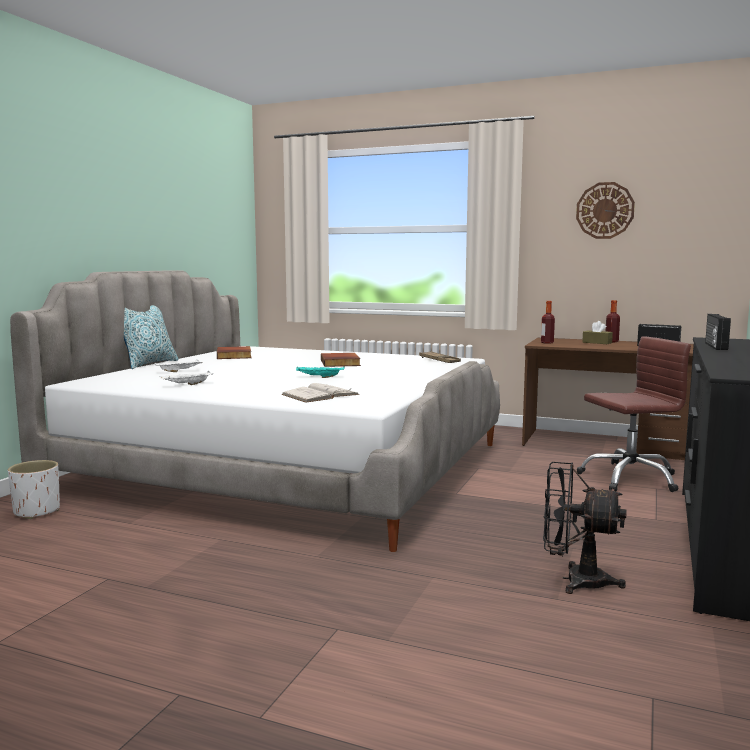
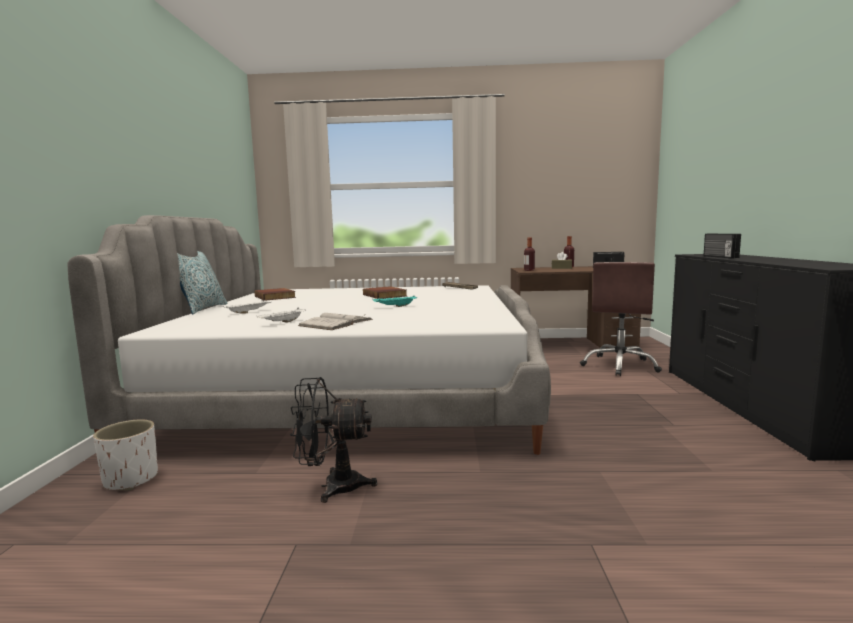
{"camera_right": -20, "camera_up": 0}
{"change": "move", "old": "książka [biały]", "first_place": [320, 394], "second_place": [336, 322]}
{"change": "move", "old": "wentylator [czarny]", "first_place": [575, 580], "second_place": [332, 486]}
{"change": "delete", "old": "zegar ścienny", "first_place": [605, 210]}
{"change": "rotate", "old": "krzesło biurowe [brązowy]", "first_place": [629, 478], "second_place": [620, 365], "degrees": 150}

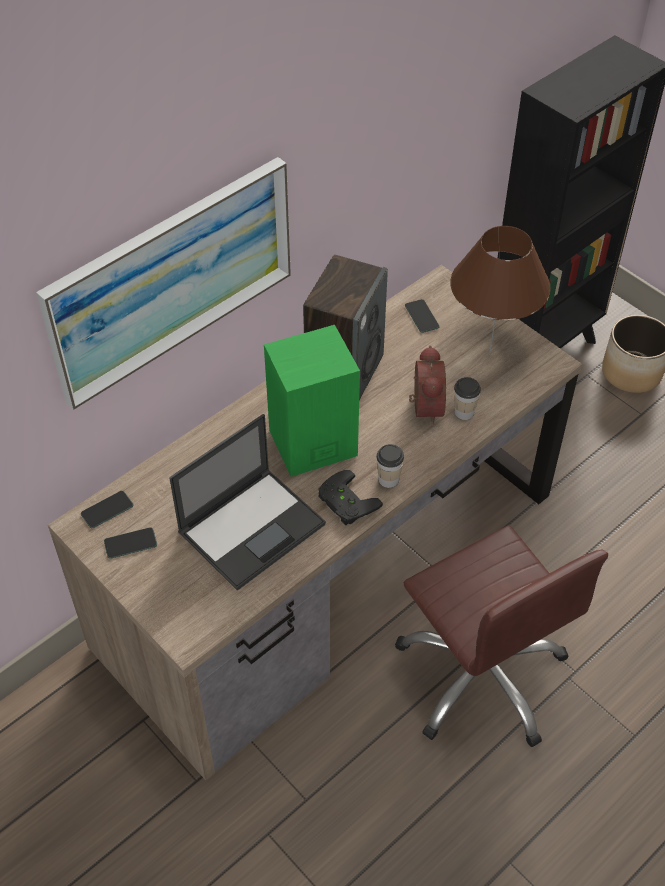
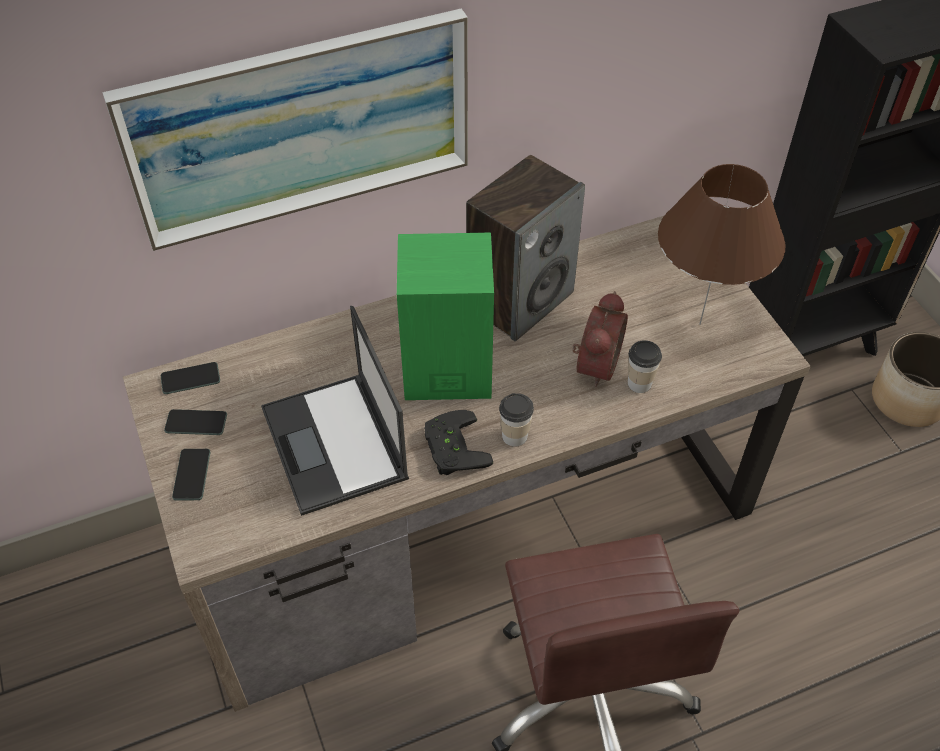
{"camera_right": 20, "camera_up": 0}
{"change": "rotate", "old": "laptop", "first_place": [253, 527], "second_place": [335, 445], "degrees": 90}
{"change": "move", "old": "telefon", "first_place": [422, 316], "second_place": [192, 475]}

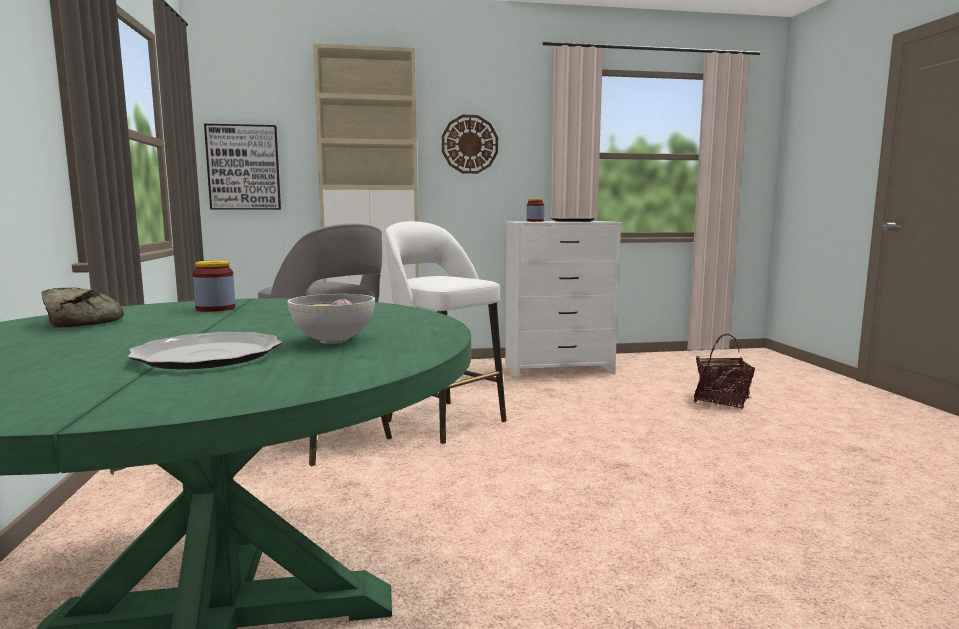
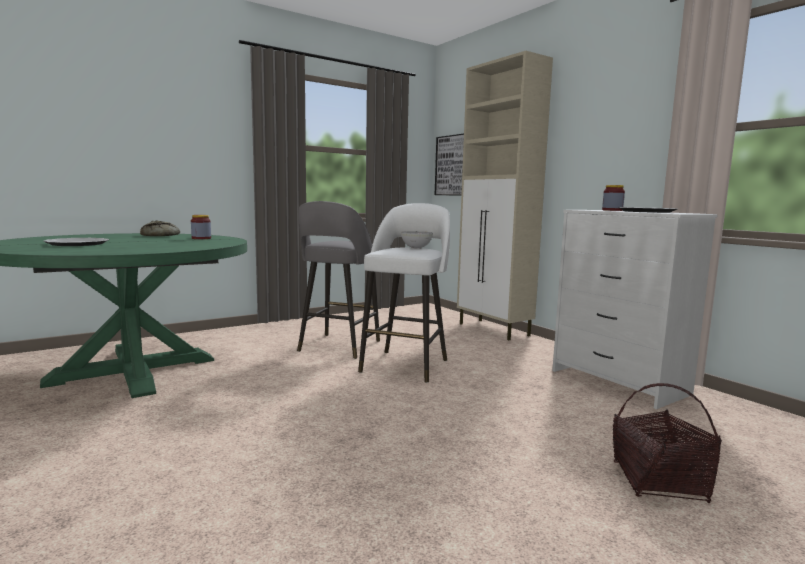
{"camera_right": 65, "camera_up": 0}
{"change": "move", "old": "miska", "first_place": [333, 341], "second_place": [416, 248]}
{"change": "delete", "old": "zegar ścienny", "first_place": [469, 144]}

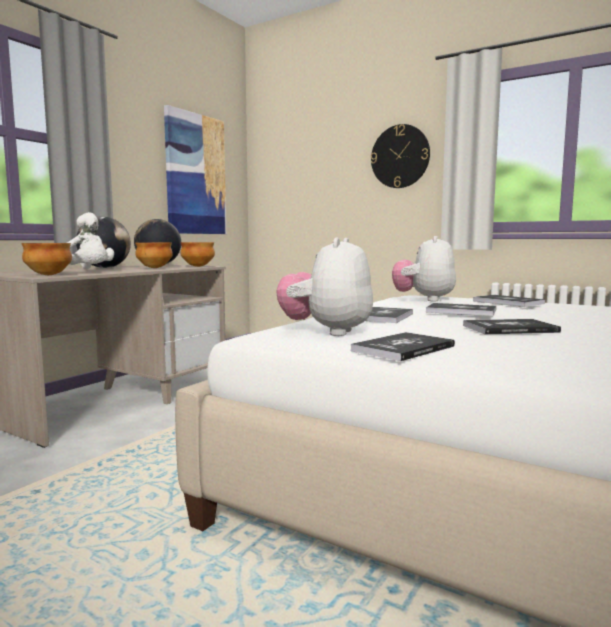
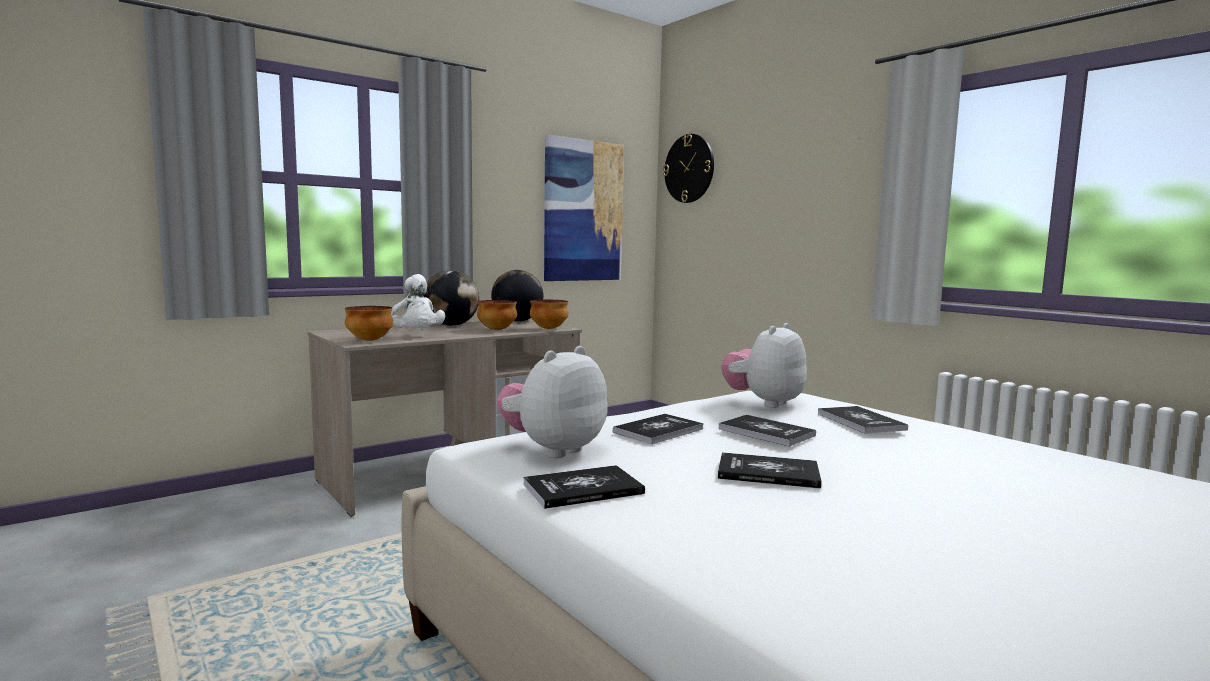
{"camera_right": 20, "camera_up": 0}
{"change": "move", "old": "zegar ścienny", "first_place": [400, 156], "second_place": [689, 168]}

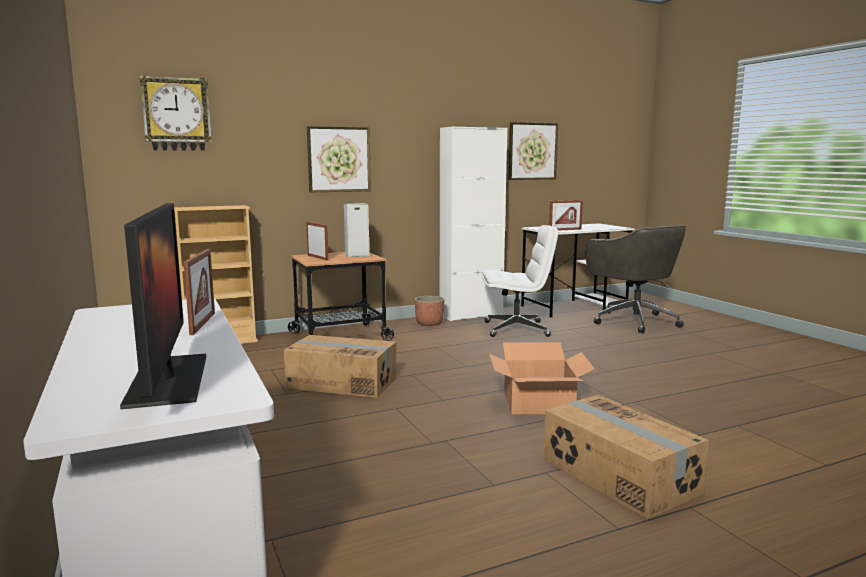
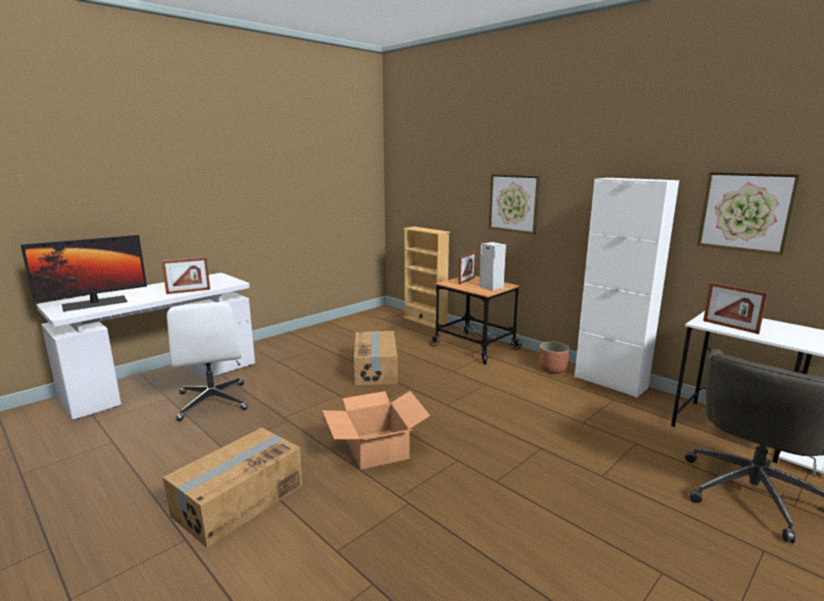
{"camera_right": 70, "camera_up": 5}
{"change": "delete", "old": "zegar ścienny", "first_place": [176, 114]}
{"change": "move", "old": "krzesło biurowe [biały]", "first_place": [517, 329], "second_place": [213, 402]}

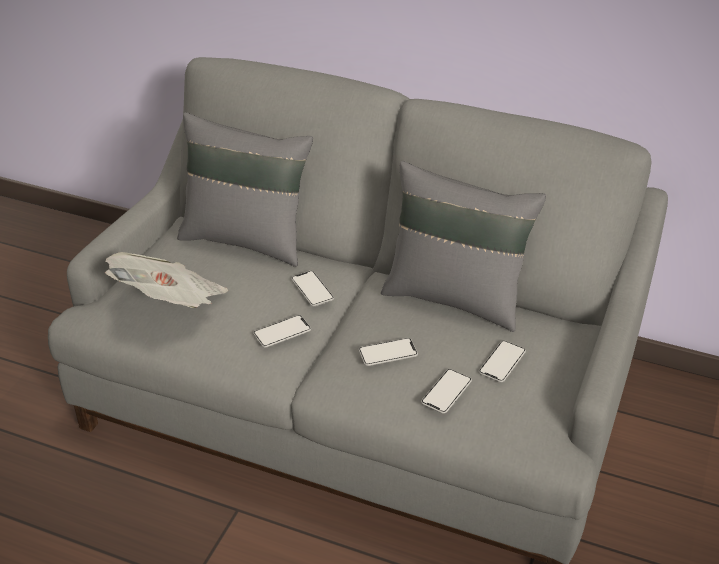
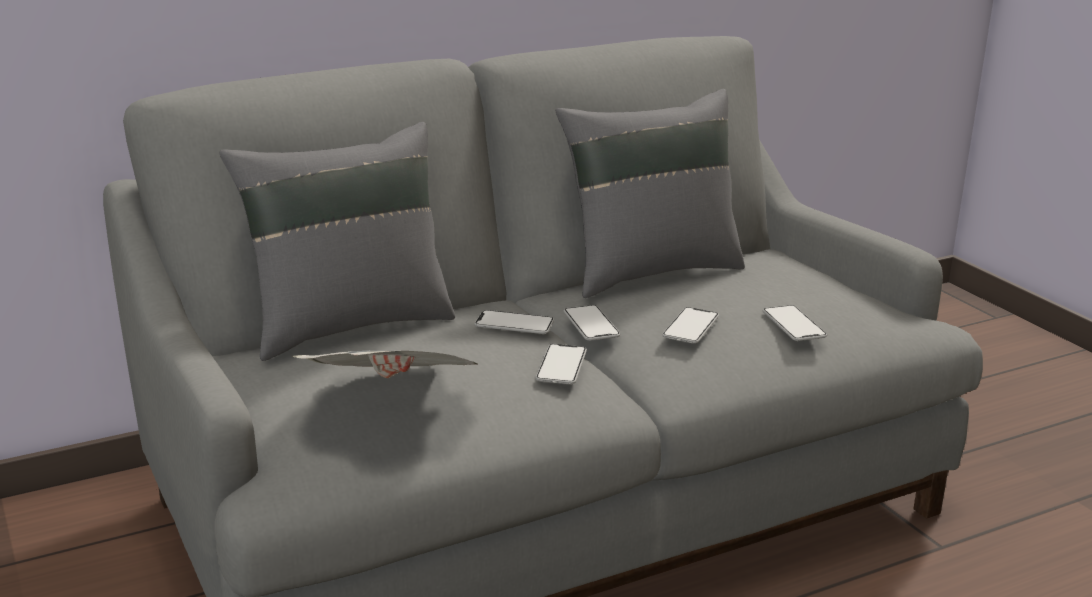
{"camera_right": -50, "camera_up": -15}
{"change": "move", "old": "telefon", "first_place": [502, 362], "second_place": [591, 324]}

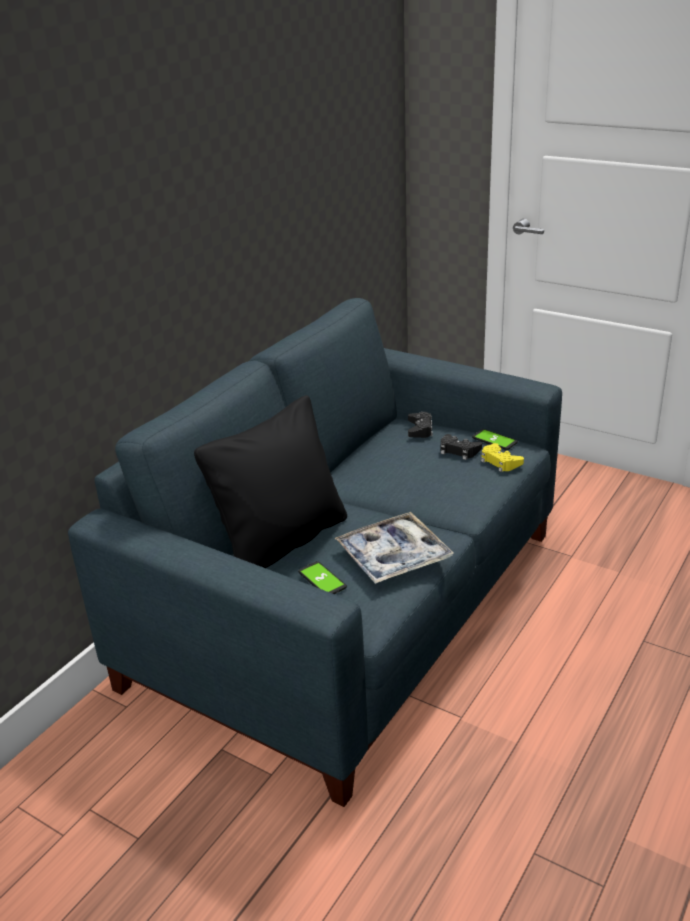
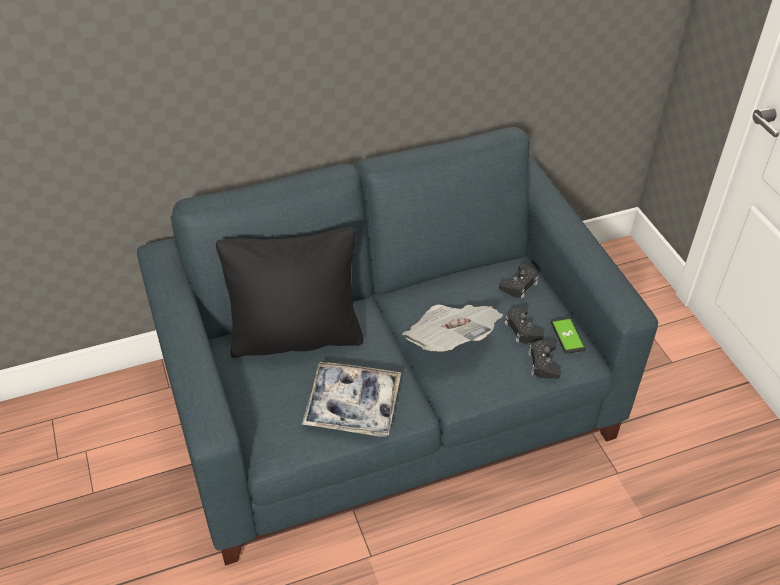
{"camera_right": 35, "camera_up": 15}
{"change": "delete", "old": "telefon", "first_place": [322, 580]}
{"change": "recolor", "old": "pad do gier [żółty]", "new": "pad do gier [czarny]", "first_place": [500, 462], "second_place": [543, 363]}
{"change": "insert", "new": "gazeta", "second_place": [449, 341]}

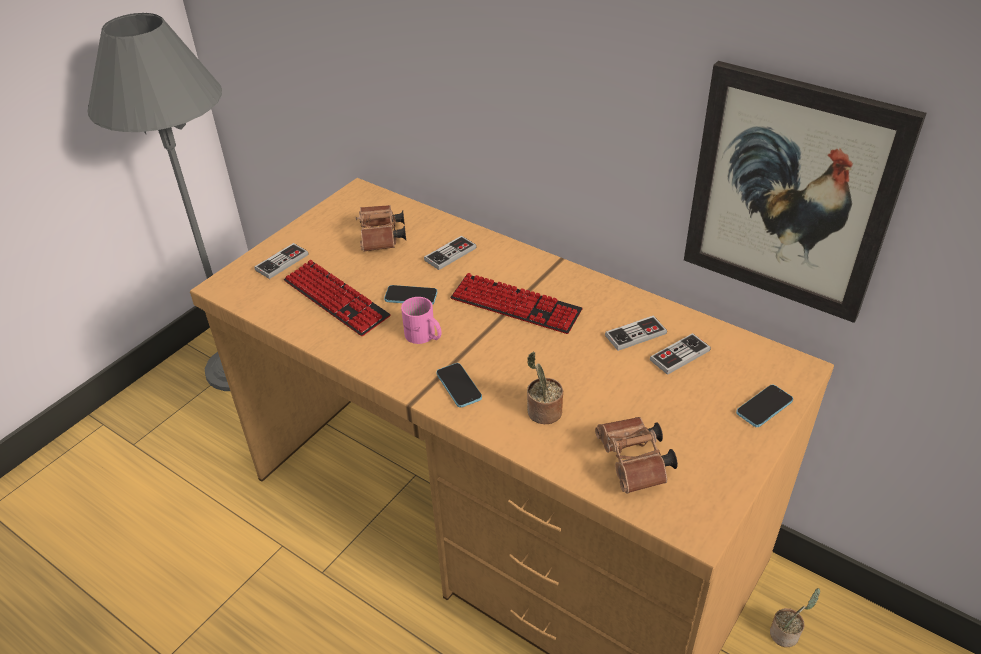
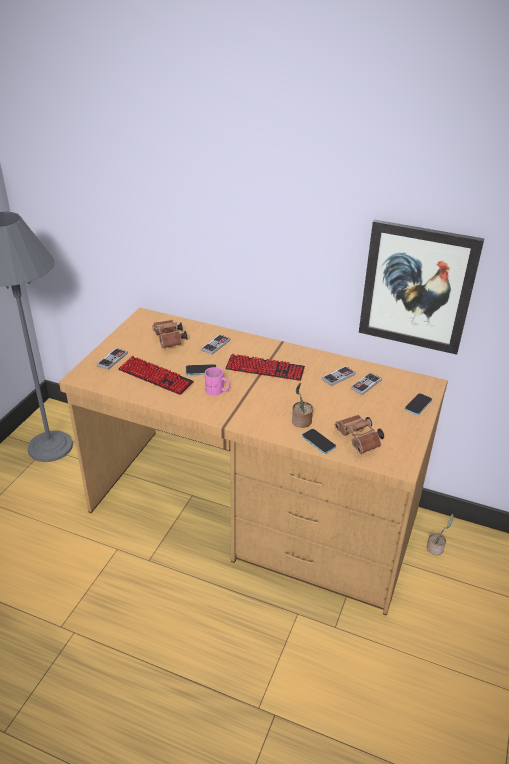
{"camera_right": -15, "camera_up": -5}
{"change": "move", "old": "telefon", "first_place": [459, 386], "second_place": [318, 442]}

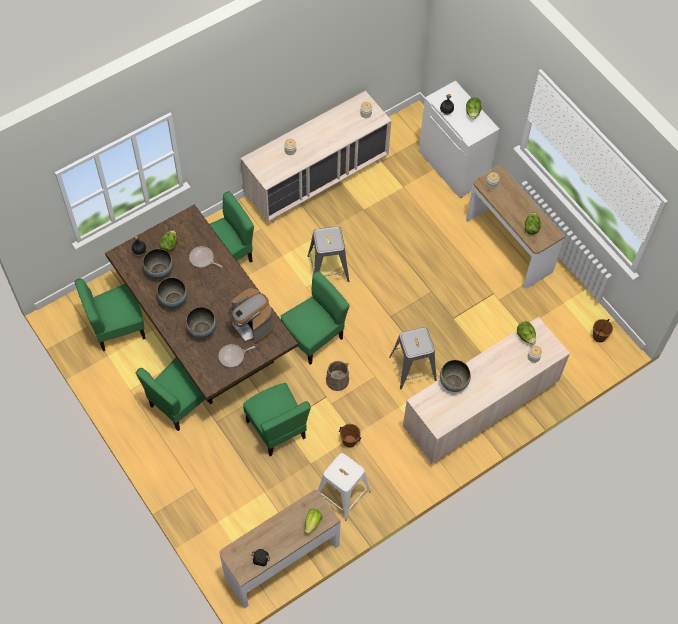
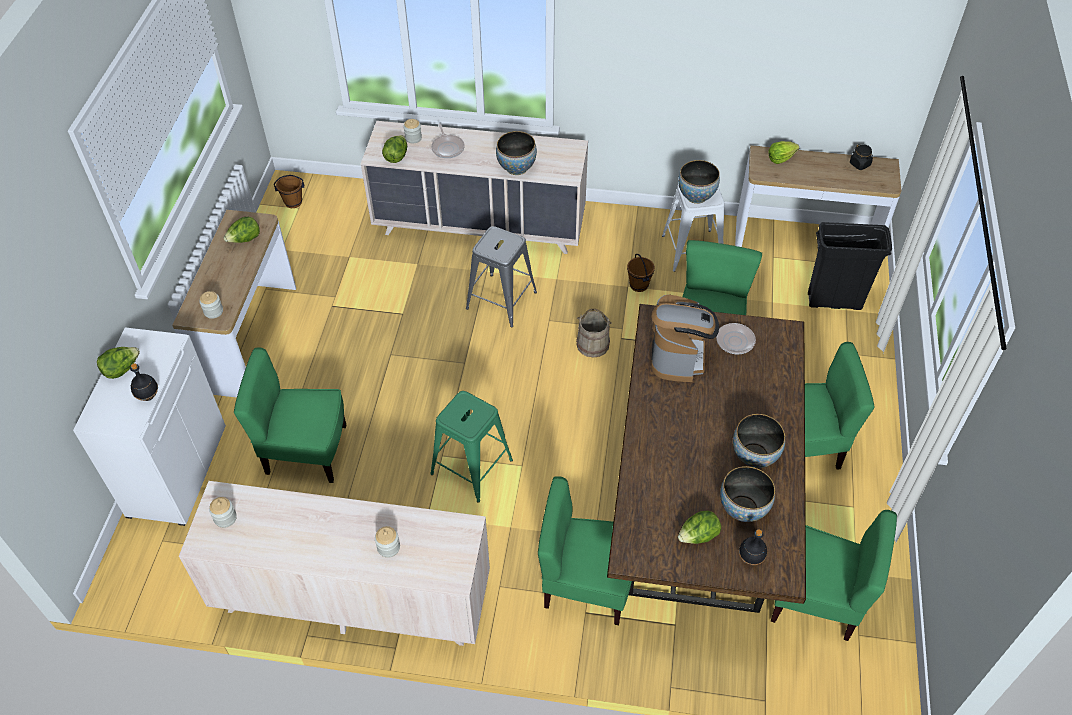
{"camera_right": -135, "camera_up": -10}
{"change": "move", "old": "miska", "first_place": [202, 330], "second_place": [696, 196]}
{"change": "move", "old": "patelnia", "first_place": [202, 259], "second_place": [447, 147]}
{"change": "move", "old": "krzesło [zielony]", "first_place": [313, 337], "second_place": [306, 451]}
{"change": "recolor", "old": "stołek [szary]", "new": "stołek [zielony]", "first_place": [328, 268], "second_place": [471, 467]}
{"change": "insert", "new": "kosz na śmieci [czarny]", "second_place": [834, 301]}

